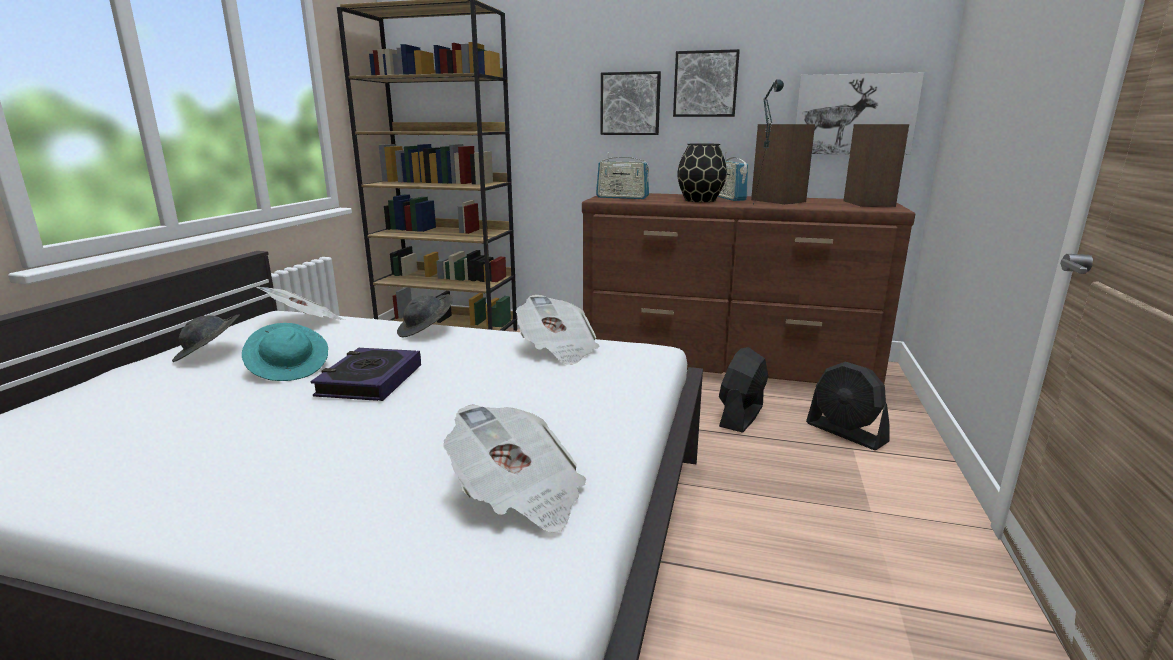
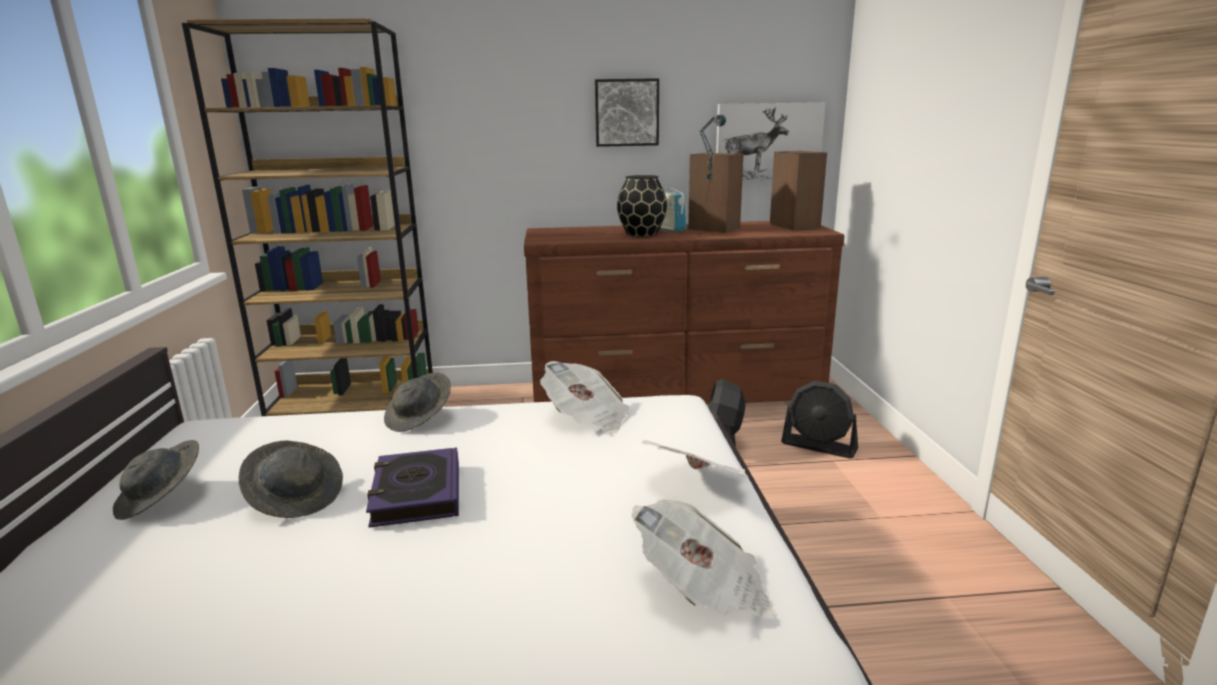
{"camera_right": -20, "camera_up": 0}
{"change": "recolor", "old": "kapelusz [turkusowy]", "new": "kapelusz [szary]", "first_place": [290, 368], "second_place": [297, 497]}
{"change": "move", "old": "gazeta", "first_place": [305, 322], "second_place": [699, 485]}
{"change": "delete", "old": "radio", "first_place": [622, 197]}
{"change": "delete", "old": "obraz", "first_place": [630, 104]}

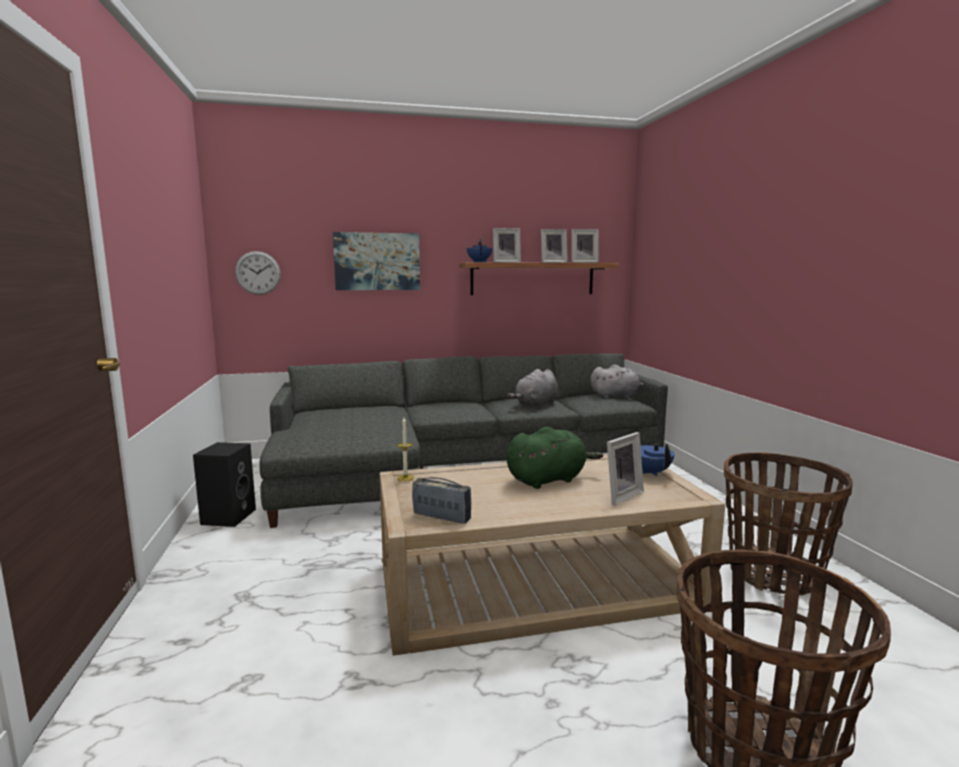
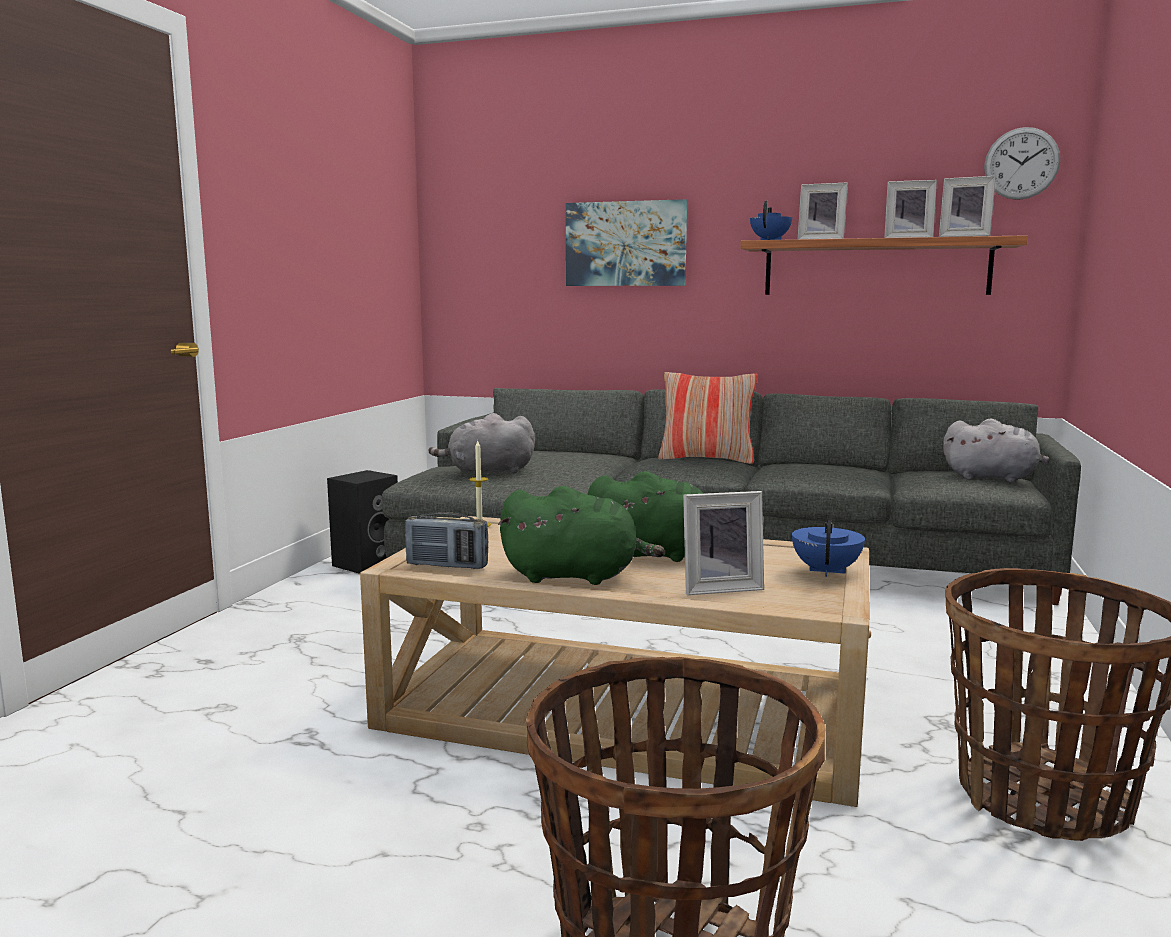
{"camera_right": 30, "camera_up": 0}
{"change": "move", "old": "zegar ścienny", "first_place": [258, 273], "second_place": [1021, 163]}
{"change": "rotate", "old": "radio", "first_place": [441, 517], "second_place": [447, 565], "degrees": 135}
{"change": "move", "old": "pluszak [szary]", "first_place": [535, 404], "second_place": [487, 472]}
{"change": "insert", "new": "pluszak [zielony]", "second_place": [576, 576]}
{"change": "insert", "new": "poduszka", "second_place": [706, 459]}

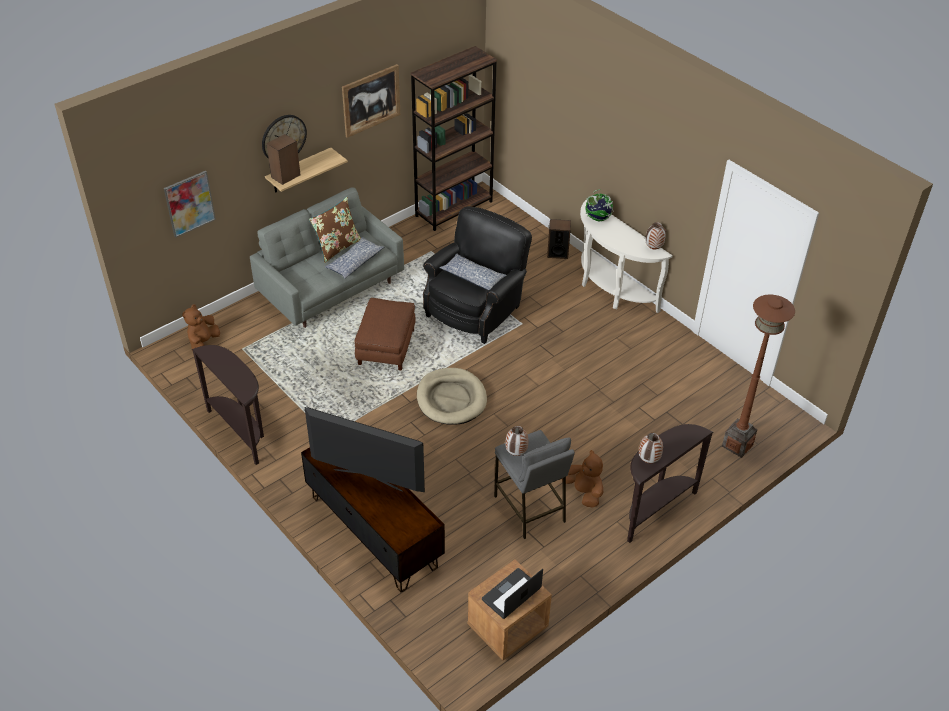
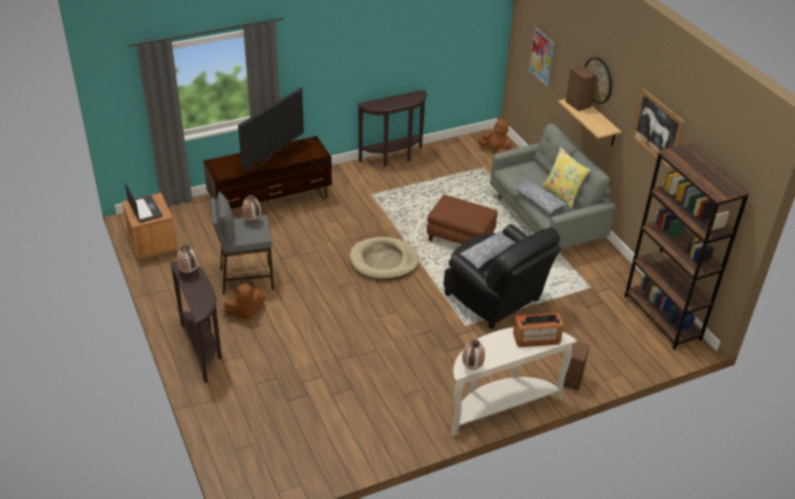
{"camera_right": 105, "camera_up": -5}
{"change": "recolor", "old": "poduszka [brązowy]", "new": "poduszka [żółty]", "first_place": [337, 247], "second_place": [563, 194]}
{"change": "replace", "old": "globus", "new": "radio", "first_place": [598, 218], "second_place": [536, 338]}
{"change": "delete", "old": "lampa stojąca [brązowy]", "first_place": [737, 445]}

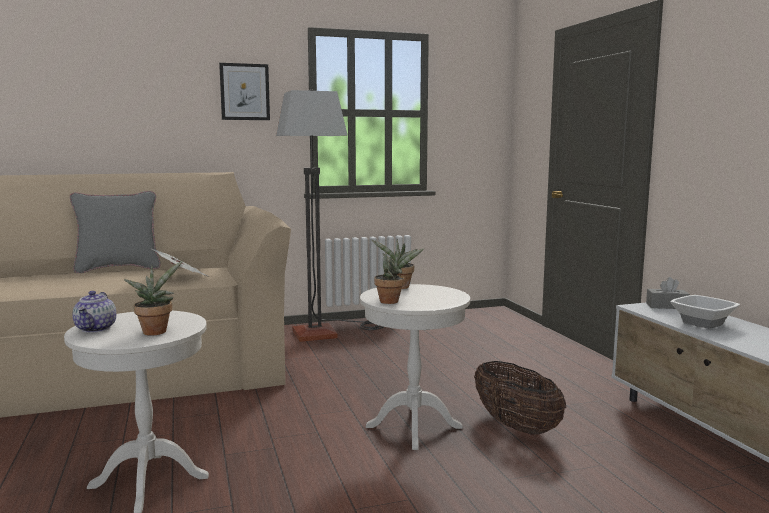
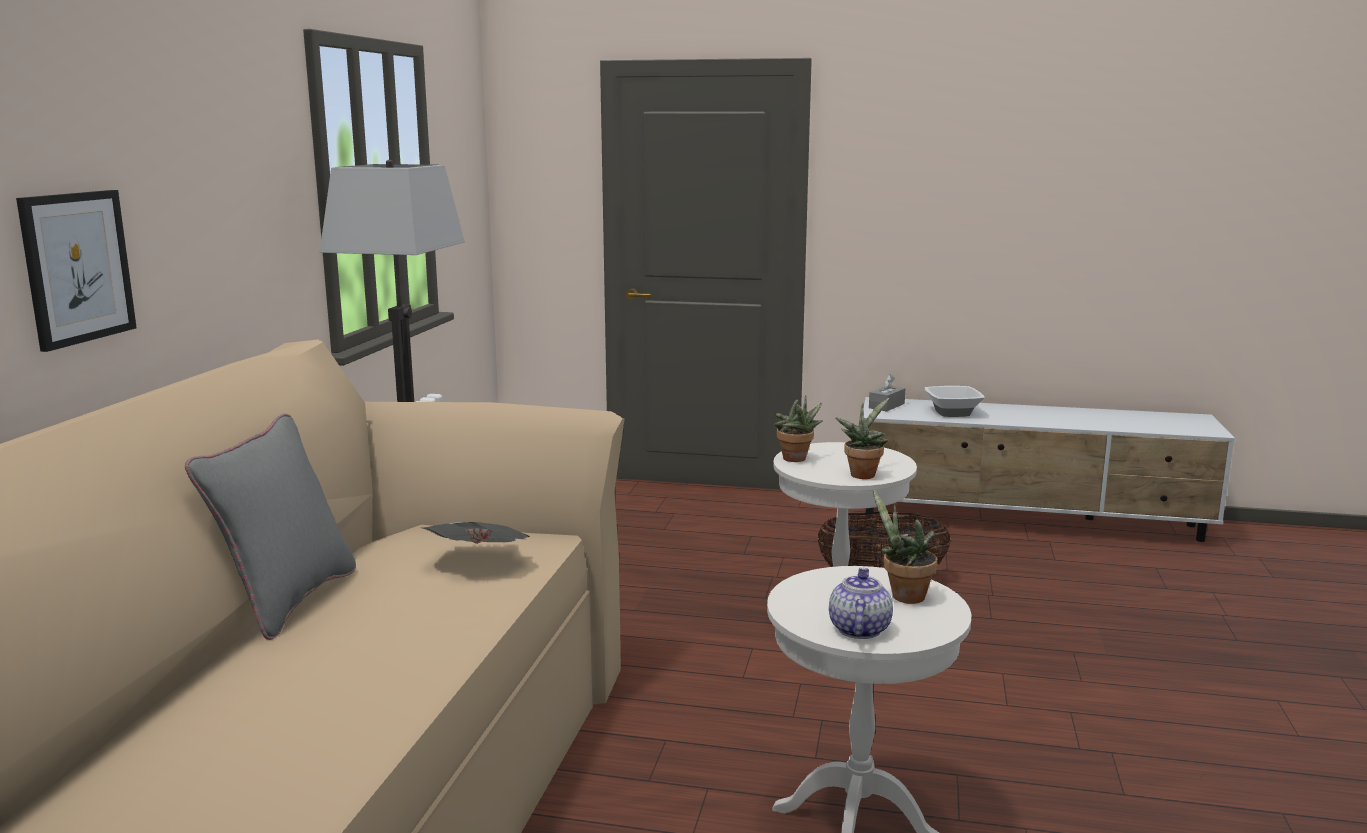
{"camera_right": -60, "camera_up": 5}
{"change": "rotate", "old": "imbryk", "first_place": [96, 328], "second_place": [858, 629], "degrees": -105}
{"change": "move", "old": "obraz", "first_place": [244, 92], "second_place": [77, 267]}

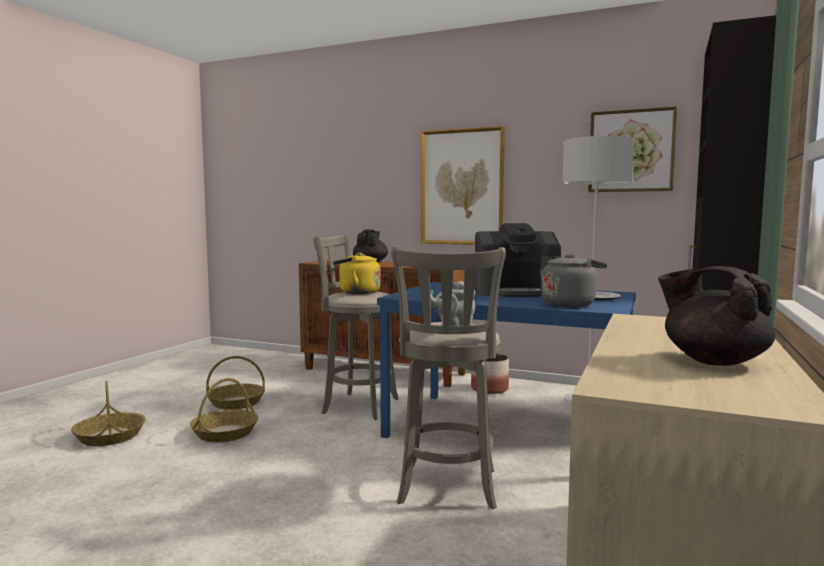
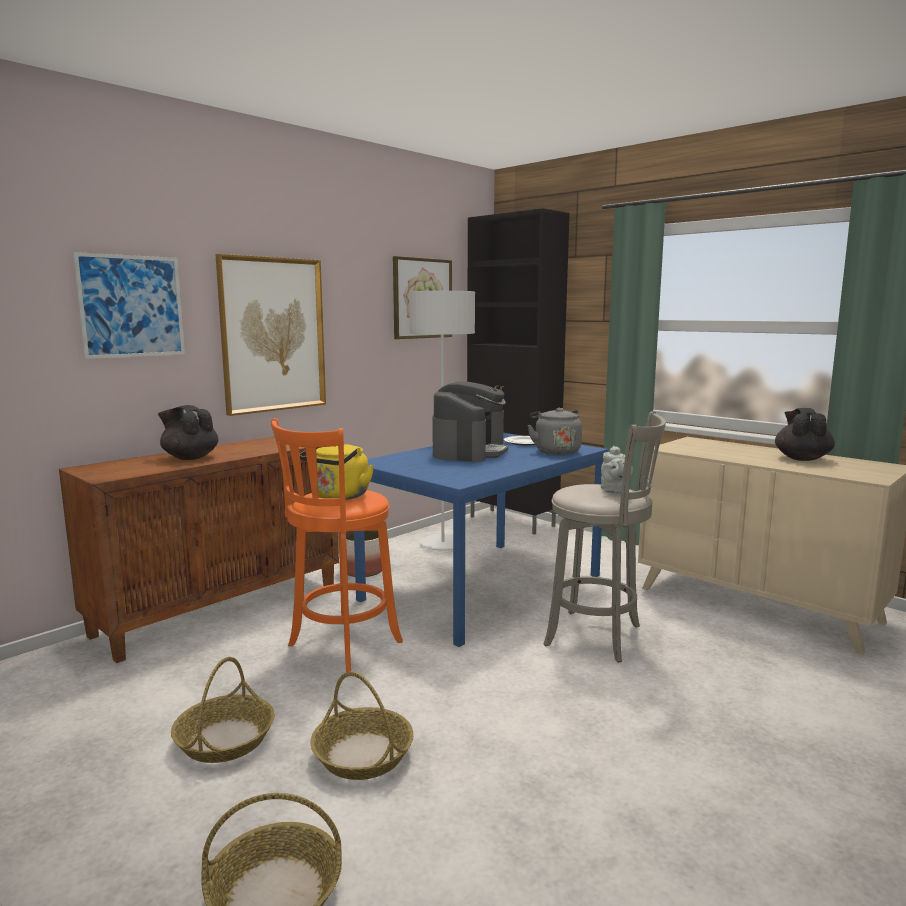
{"camera_right": -70, "camera_up": 5}
{"change": "recolor", "old": "stołek [szary]", "new": "stołek [pomarańczowy]", "first_place": [357, 405], "second_place": [341, 646]}
{"change": "rotate", "old": "imbryk [czarny]", "first_place": [713, 360], "second_place": [801, 458], "degrees": 120}
{"change": "insert", "new": "obraz", "second_place": [132, 306]}

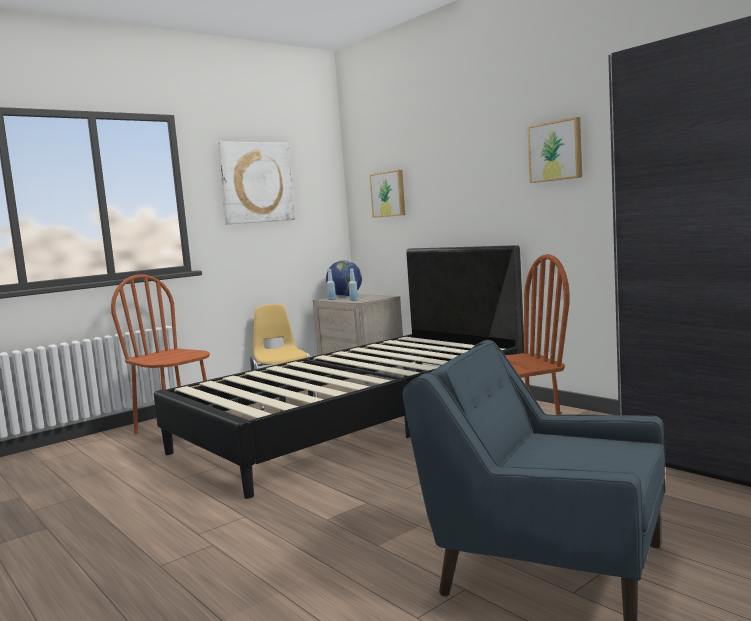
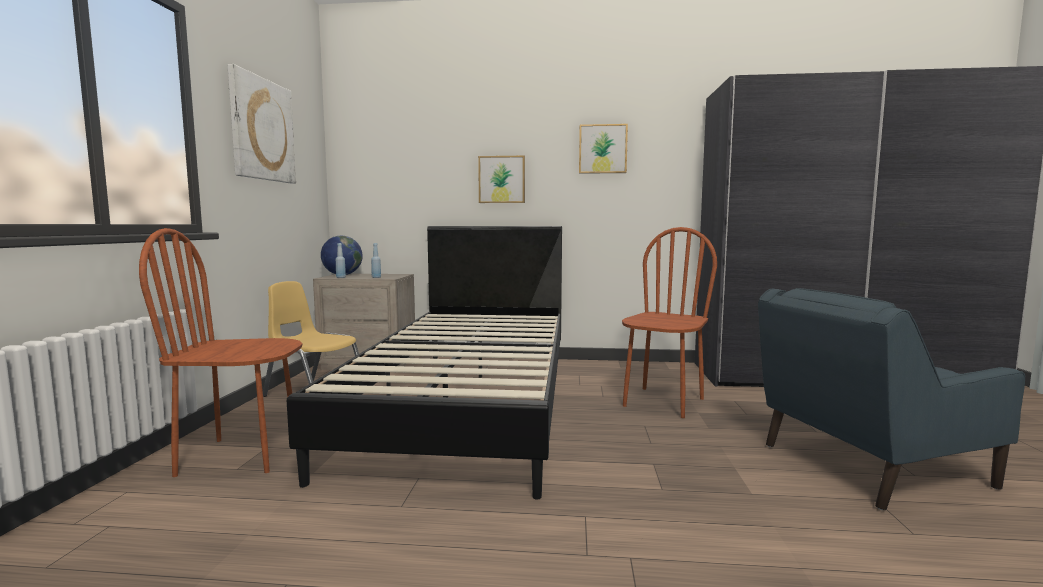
{"camera_right": -45, "camera_up": 0}
{"change": "move", "old": "obraz", "first_place": [389, 194], "second_place": [502, 179]}

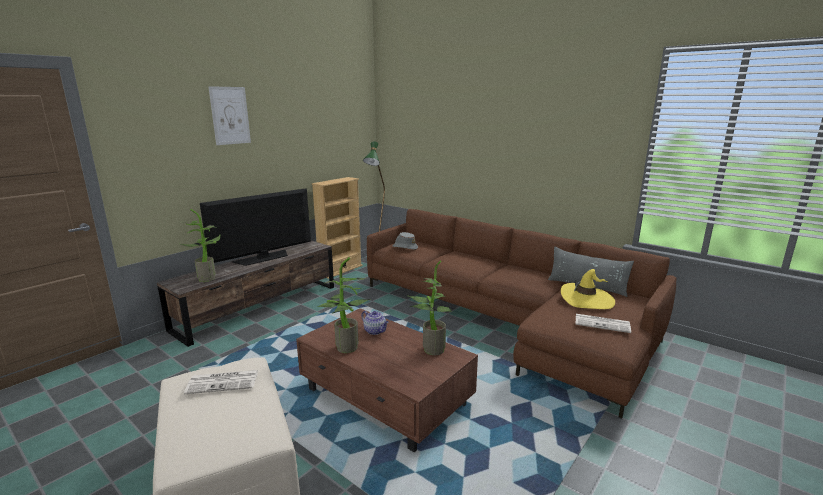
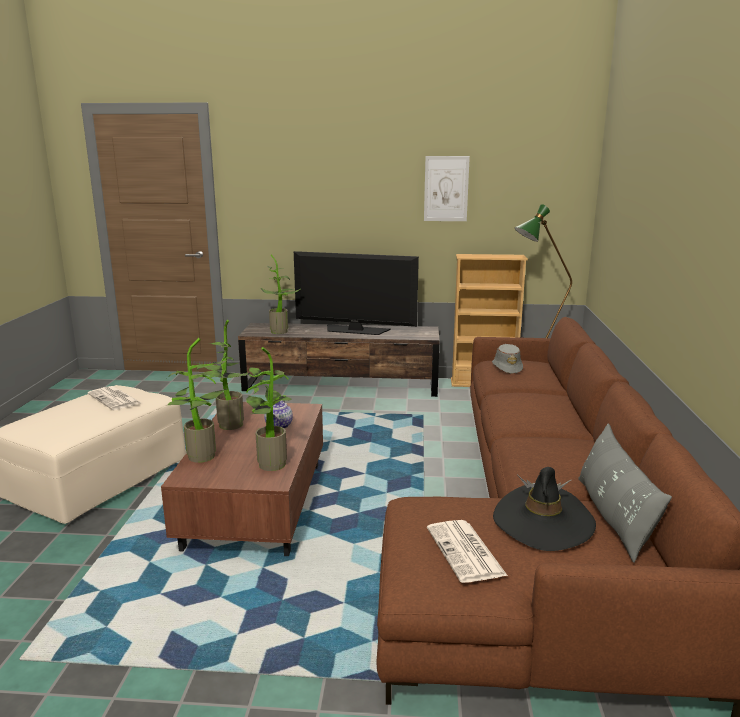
{"camera_right": 55, "camera_up": 0}
{"change": "move", "old": "obraz", "first_place": [230, 115], "second_place": [446, 189]}
{"change": "recolor", "old": "kapelusz [żółty]", "new": "kapelusz [czarny]", "first_place": [586, 299], "second_place": [543, 522]}
{"change": "insert", "new": "roślina doniczkowa", "second_place": [200, 458]}

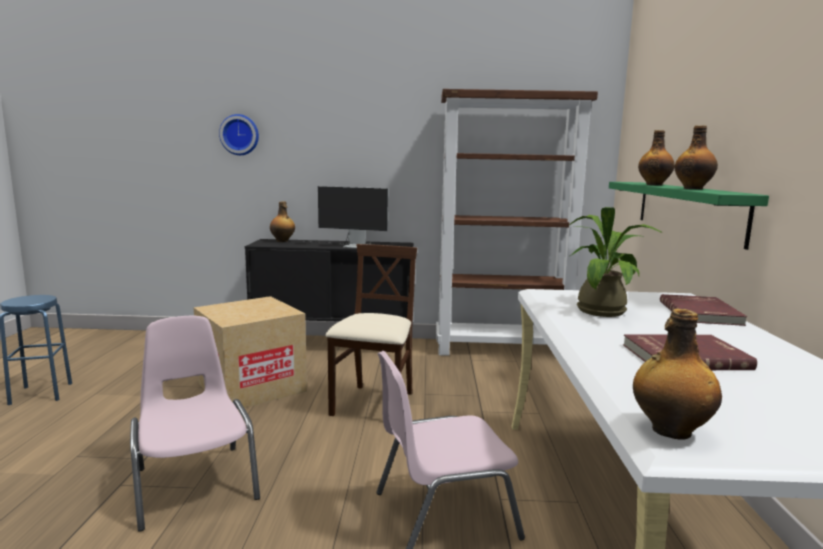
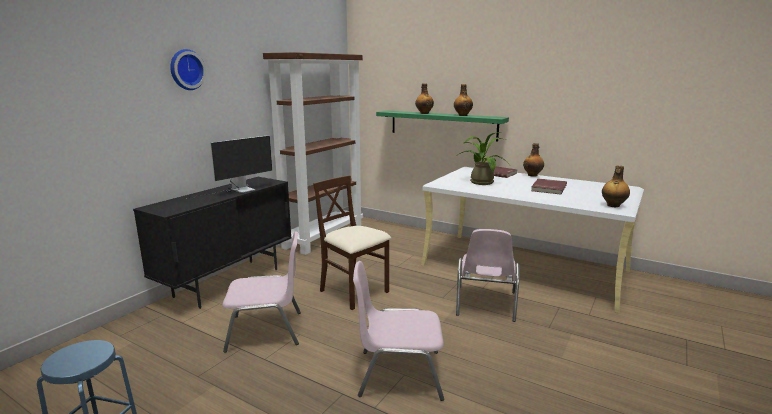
{"camera_right": -60, "camera_up": 5}
{"change": "replace", "old": "karton", "new": "krzesło [różowy]", "first_place": [252, 387], "second_place": [266, 331]}
{"change": "move", "old": "zegar ścienny", "first_place": [240, 135], "second_place": [186, 69]}
{"change": "move", "old": "butelka", "first_place": [282, 241], "second_place": [532, 175]}

